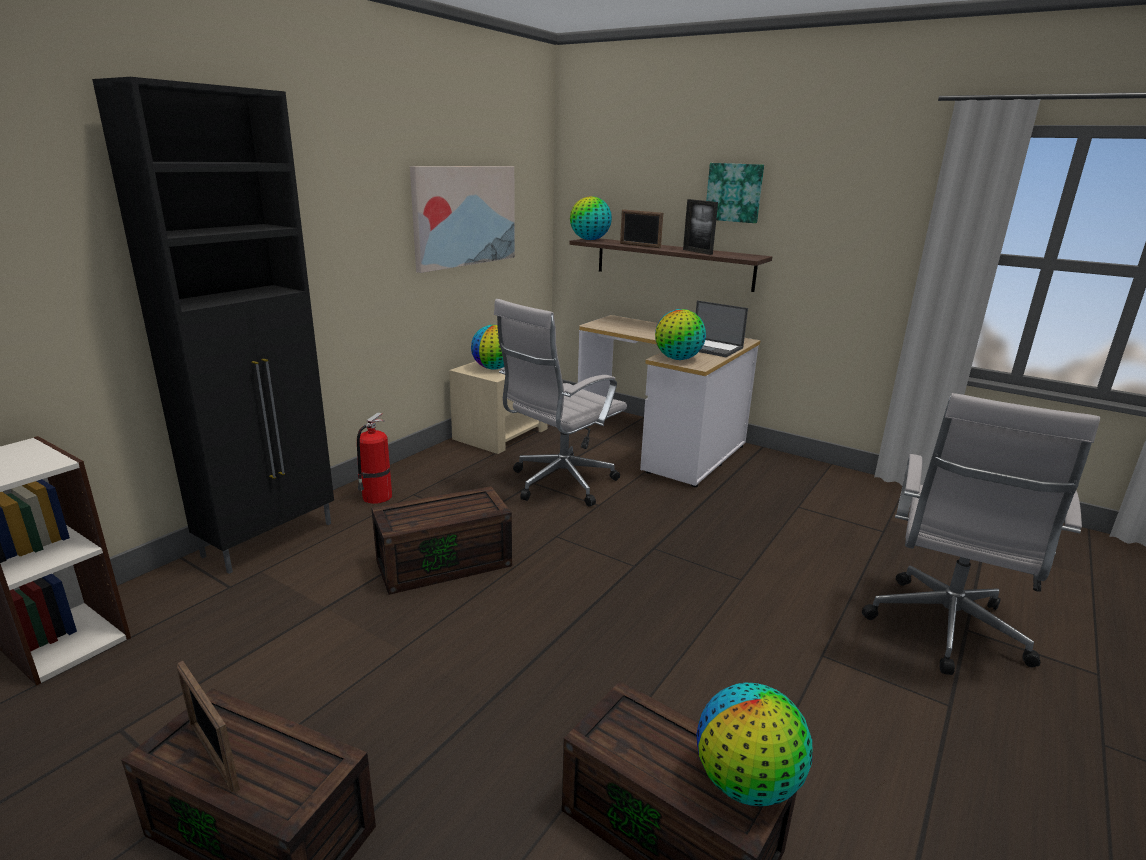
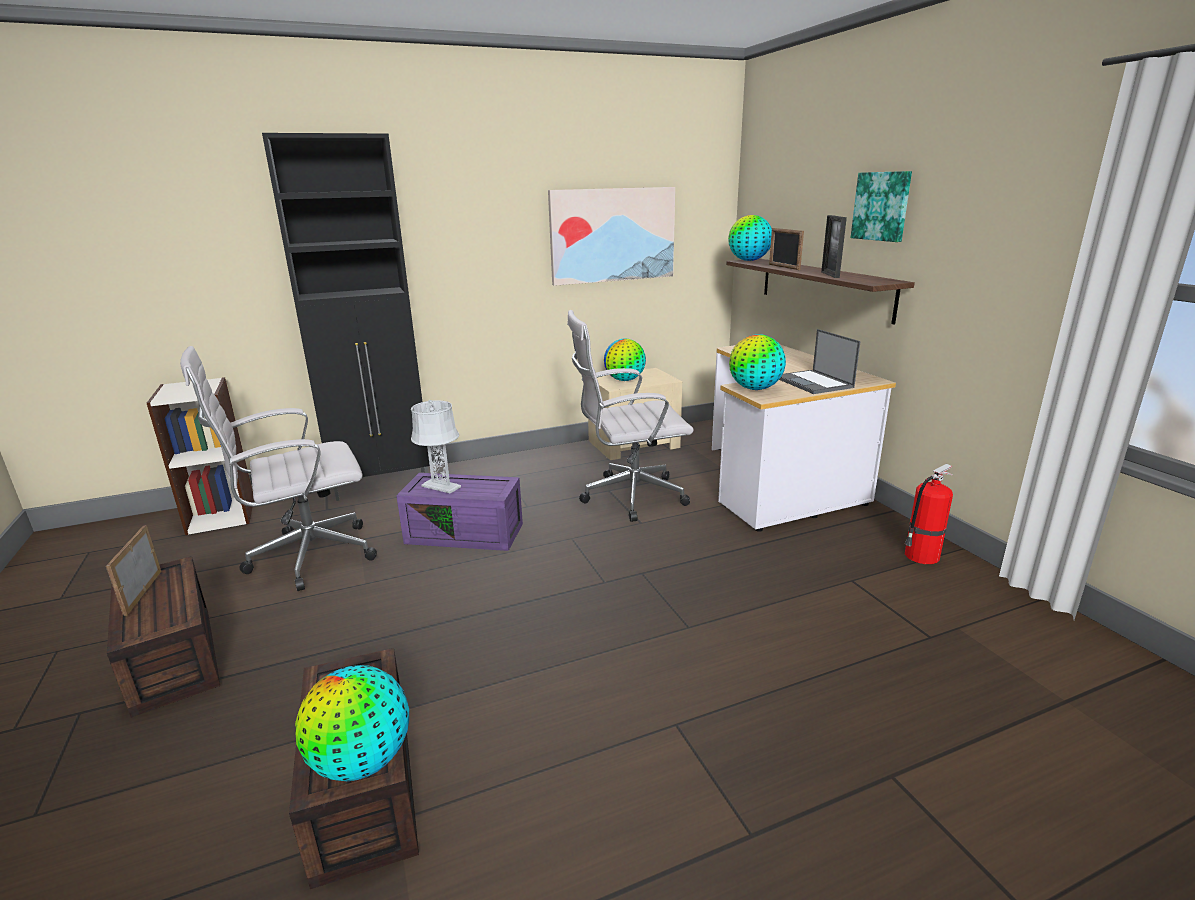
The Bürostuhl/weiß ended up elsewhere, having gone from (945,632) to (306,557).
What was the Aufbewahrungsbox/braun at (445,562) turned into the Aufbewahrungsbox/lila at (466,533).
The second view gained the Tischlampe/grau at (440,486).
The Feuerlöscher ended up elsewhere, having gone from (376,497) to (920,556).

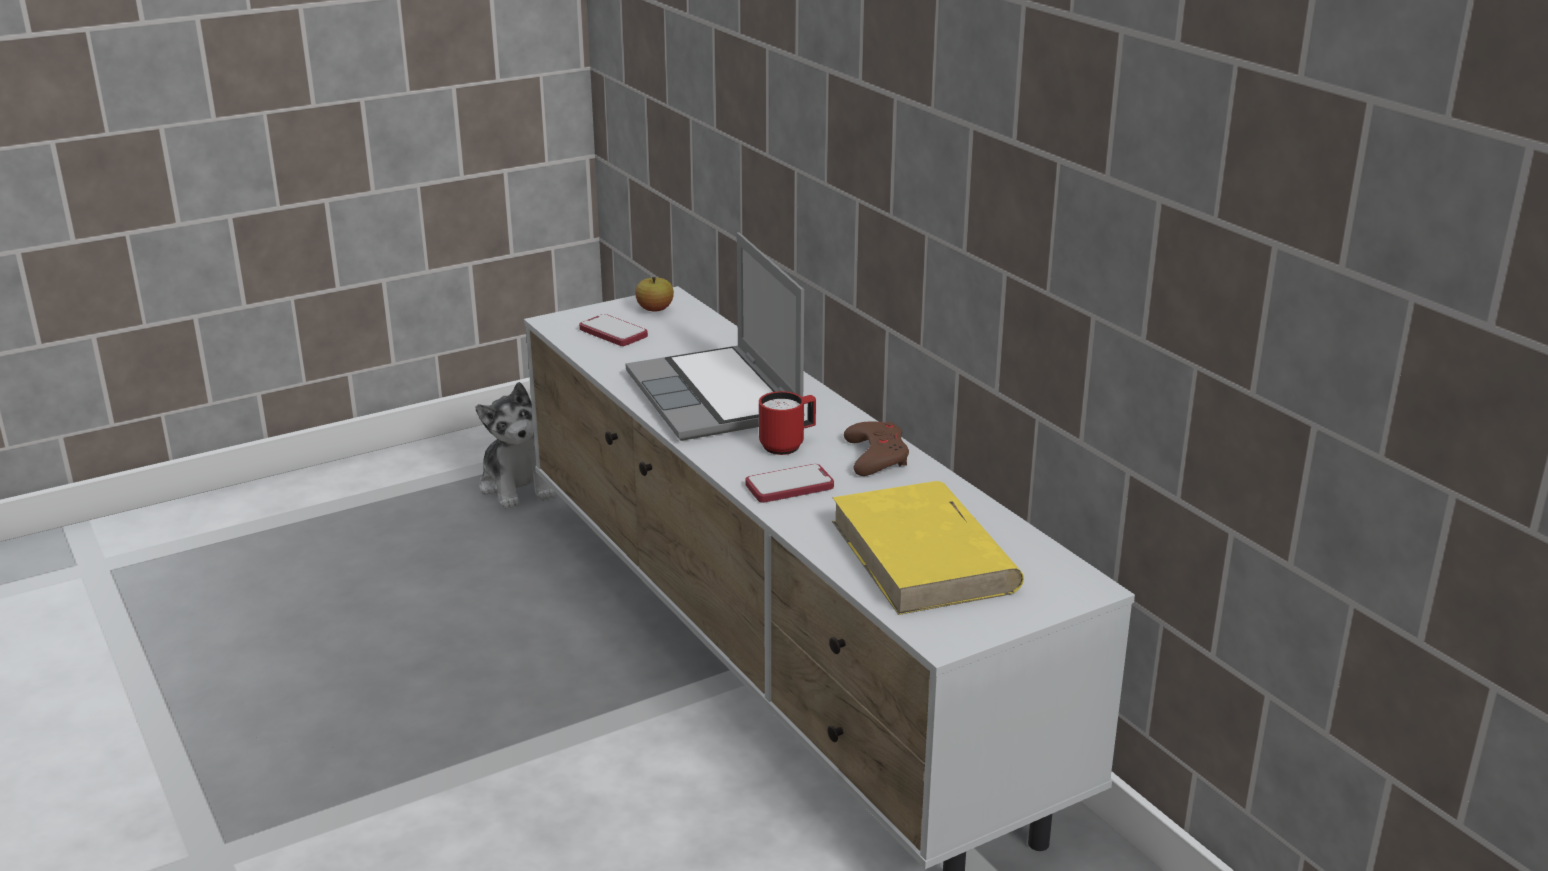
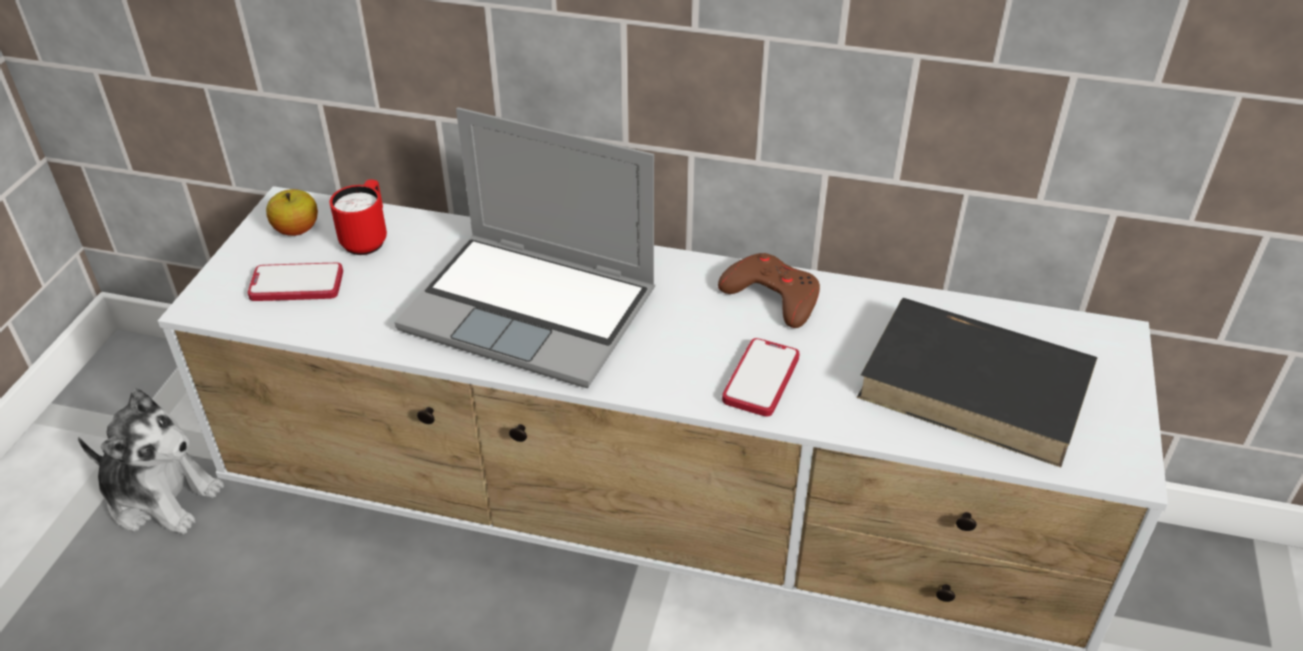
The Henkelbecher/rot ended up elsewhere, having gone from (788,445) to (367,239).
What was the Buch/gelb at (924,556) turned into the Buch/schwarz at (977,386).

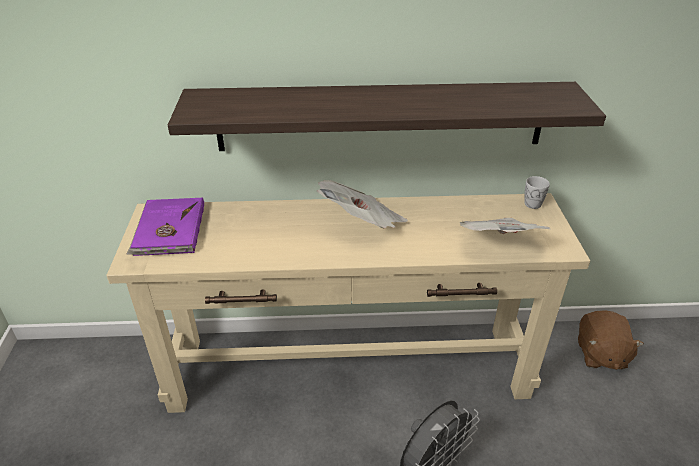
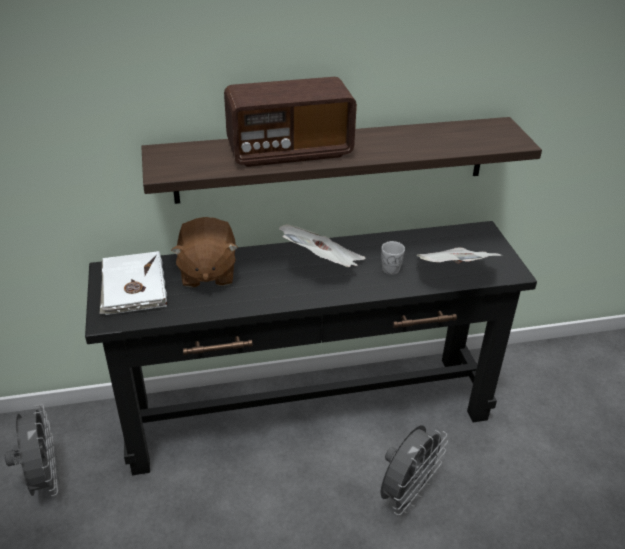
The second view gained the Ventilator/grau at (44,480).
What was the Konsolentisch/beige at (349,369) turned into the Konsolentisch/schwarz at (308,412).
What was the Buch/lila at (168,230) turned into the Buch/weiß at (132,286).
The Plüschtier/braun ended up elsewhere, having gone from (600,354) to (207,273).
The second view gained the Radio at (289,151).
The Henkelbecher/weiß ended up elsewhere, having gone from (532,202) to (390,267).

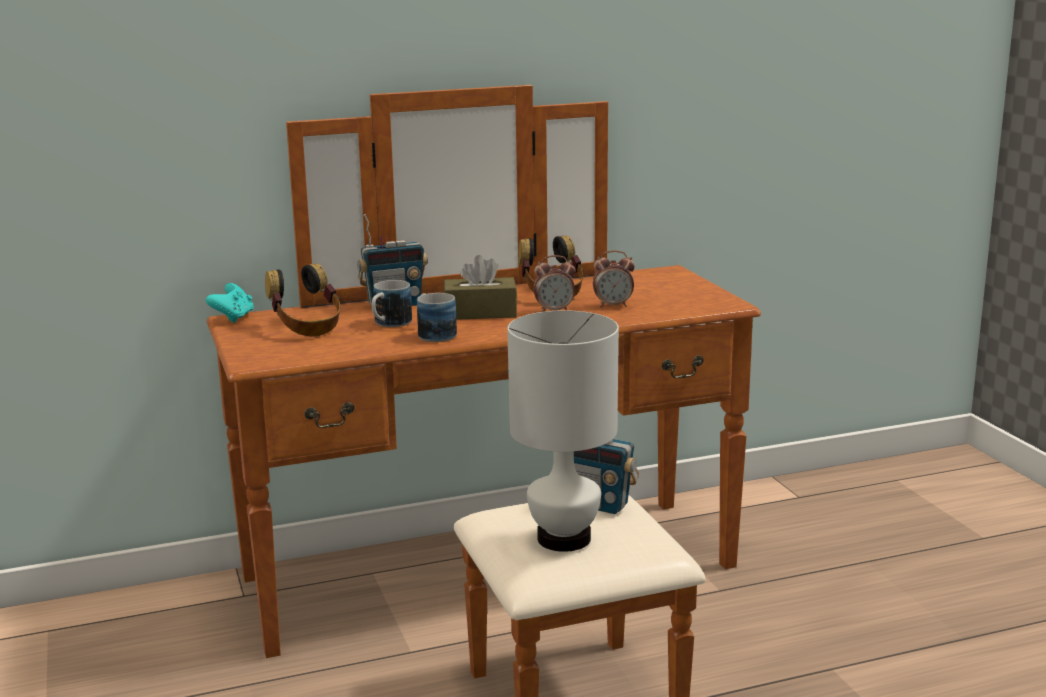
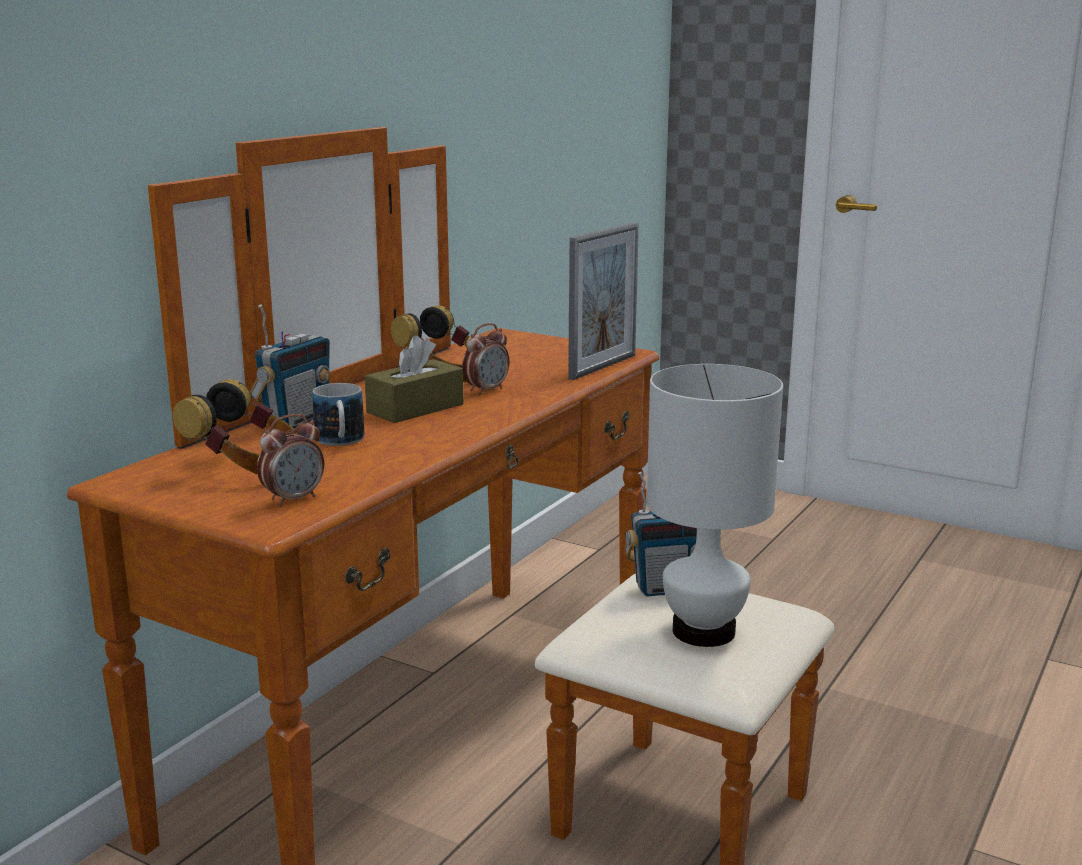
The Wecker ended up elsewhere, having gone from (613,305) to (293,499).
The second view gained the Bilderrahmen at (603,367).
The second view lost the Gamepad/türkis at (233,318).
The second view lost the Henkelbecher at (433,334).

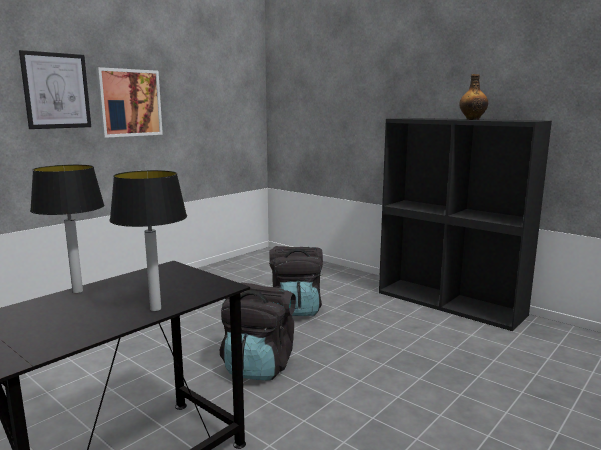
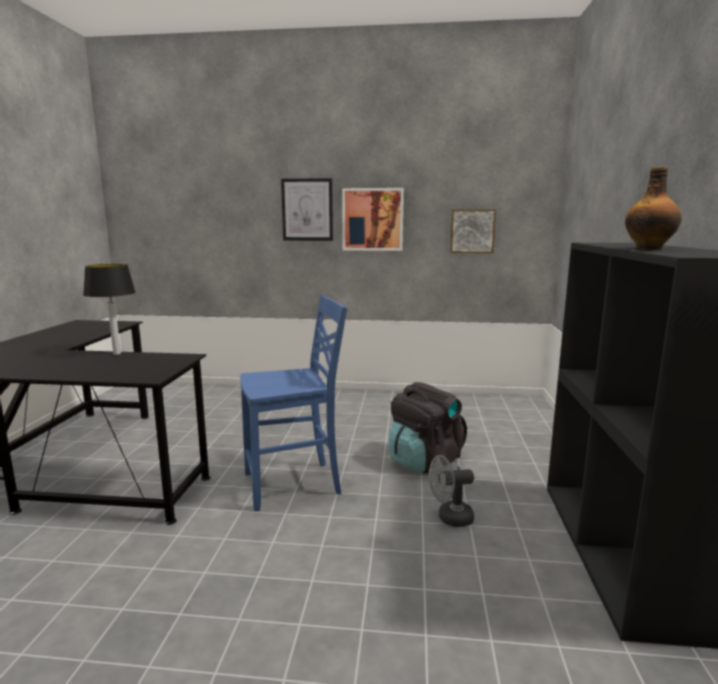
Where the Rucksack/schwarz stood at (259,366), the Stuhl/blau came to stand at (294,484).
The second view gained the Ventilator/grau at (449,518).
The second view gained the Bild at (472,231).
The second view lost the Tischlampe at (155,309).

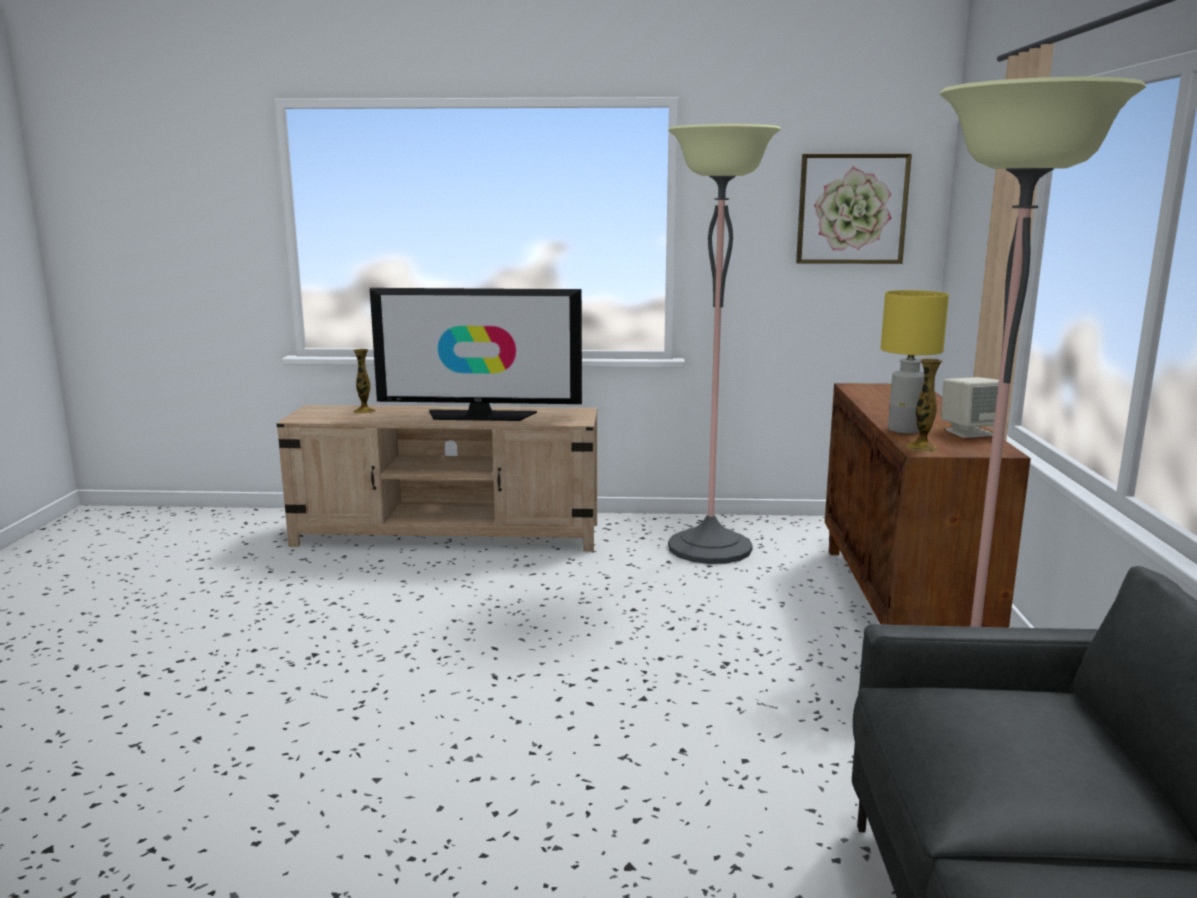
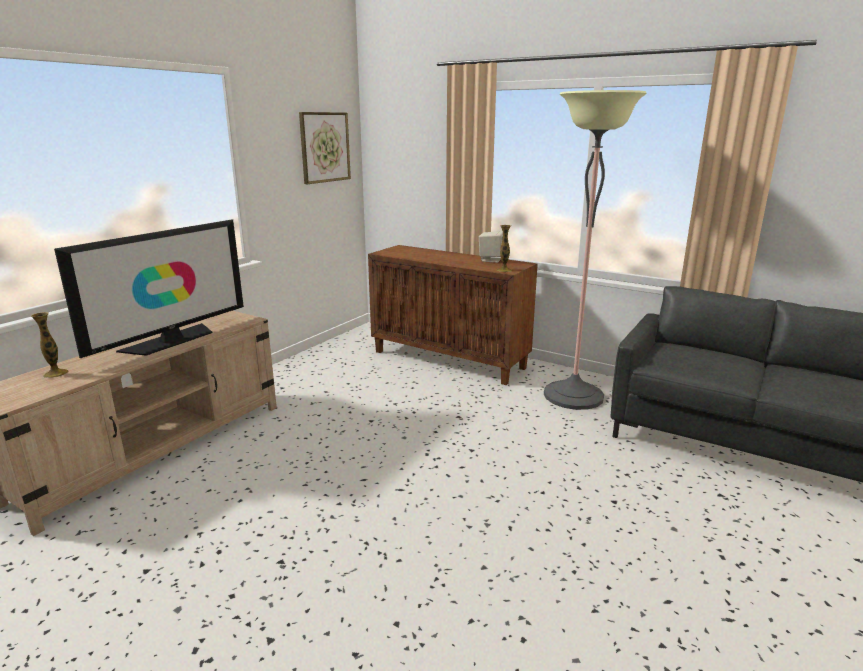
The second view lost the Stehlampe at (709,548).
The second view lost the Tischlampe/gelb at (905,430).

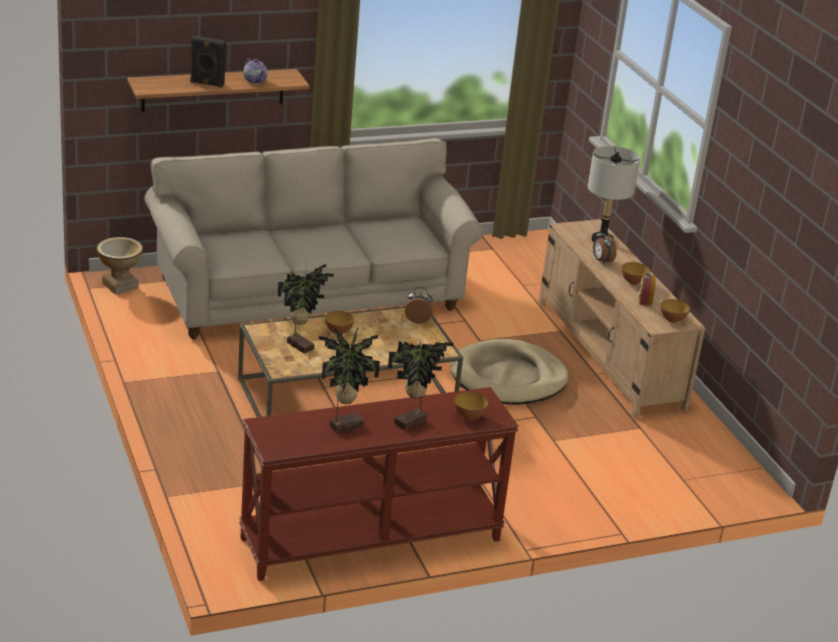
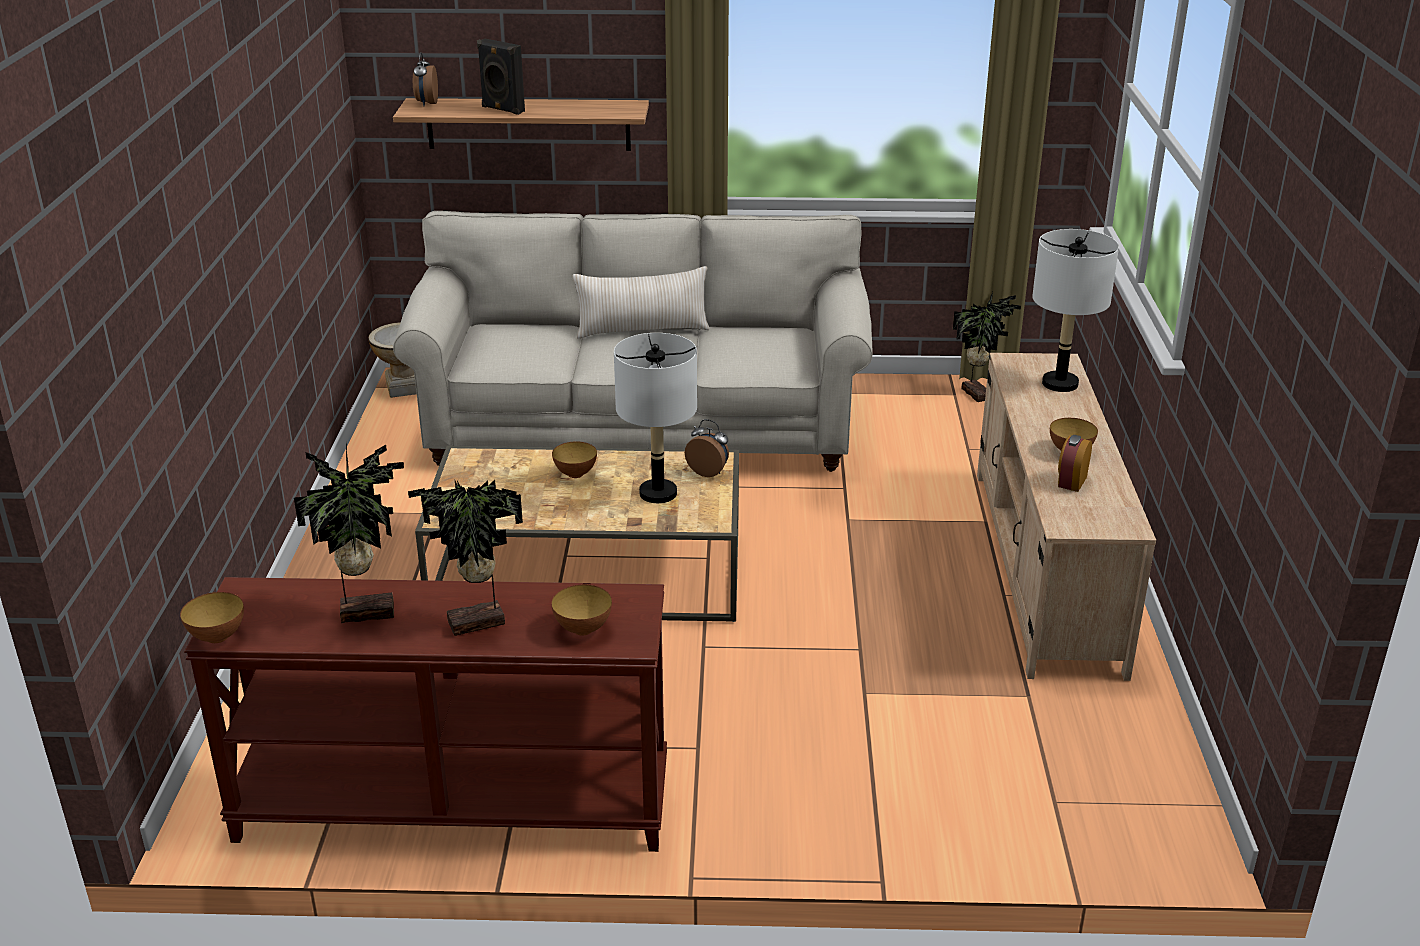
The Schüssel ended up elsewhere, having gone from (672,320) to (217,637).
The Wecker ended up elsewhere, having gone from (601,261) to (426,103).
The second view gained the Kissen/beige at (642,330).
The second view gained the Tischlampe/grau at (658,493).
The Topfpflanze ended up elsewhere, having gone from (301,345) to (977,393).
The second view lost the Teekanne at (255,80).
The second view lost the Hundebett/beige at (508,378).

